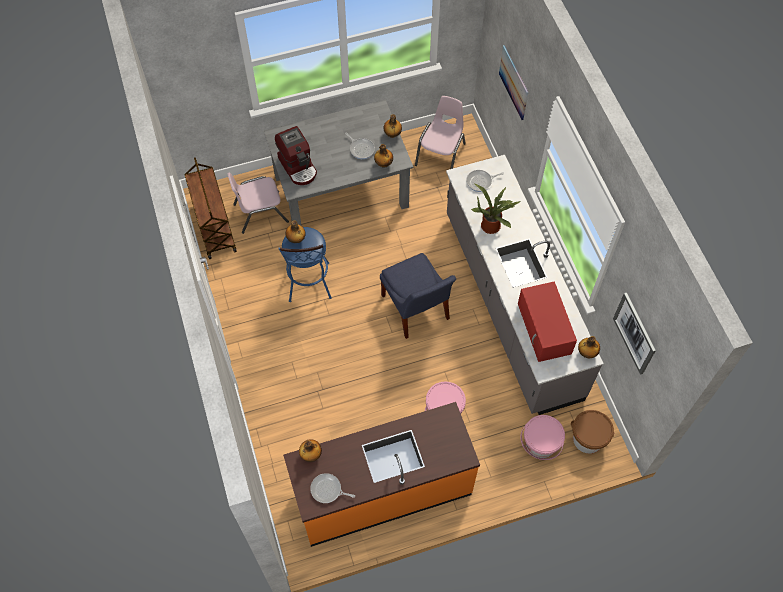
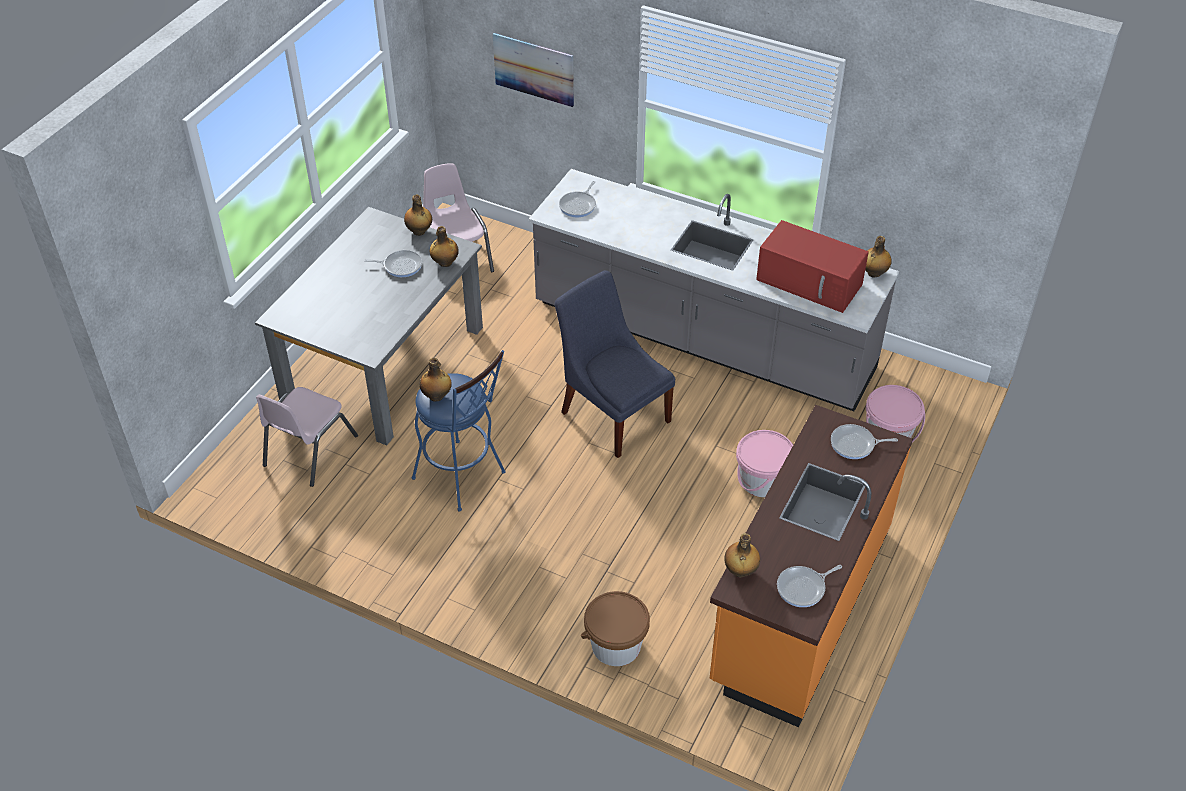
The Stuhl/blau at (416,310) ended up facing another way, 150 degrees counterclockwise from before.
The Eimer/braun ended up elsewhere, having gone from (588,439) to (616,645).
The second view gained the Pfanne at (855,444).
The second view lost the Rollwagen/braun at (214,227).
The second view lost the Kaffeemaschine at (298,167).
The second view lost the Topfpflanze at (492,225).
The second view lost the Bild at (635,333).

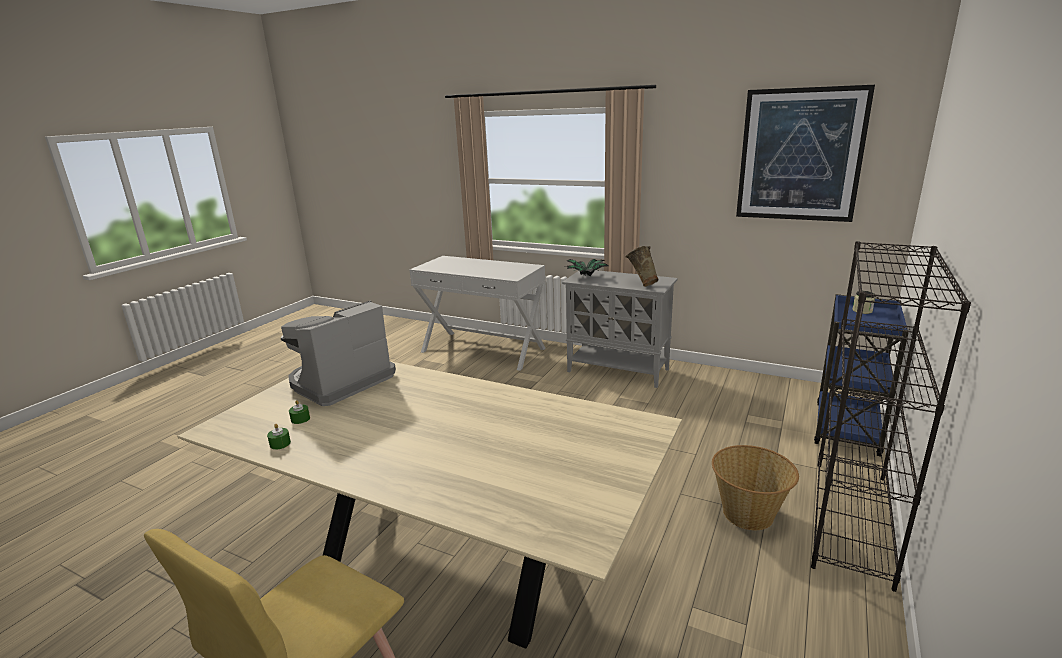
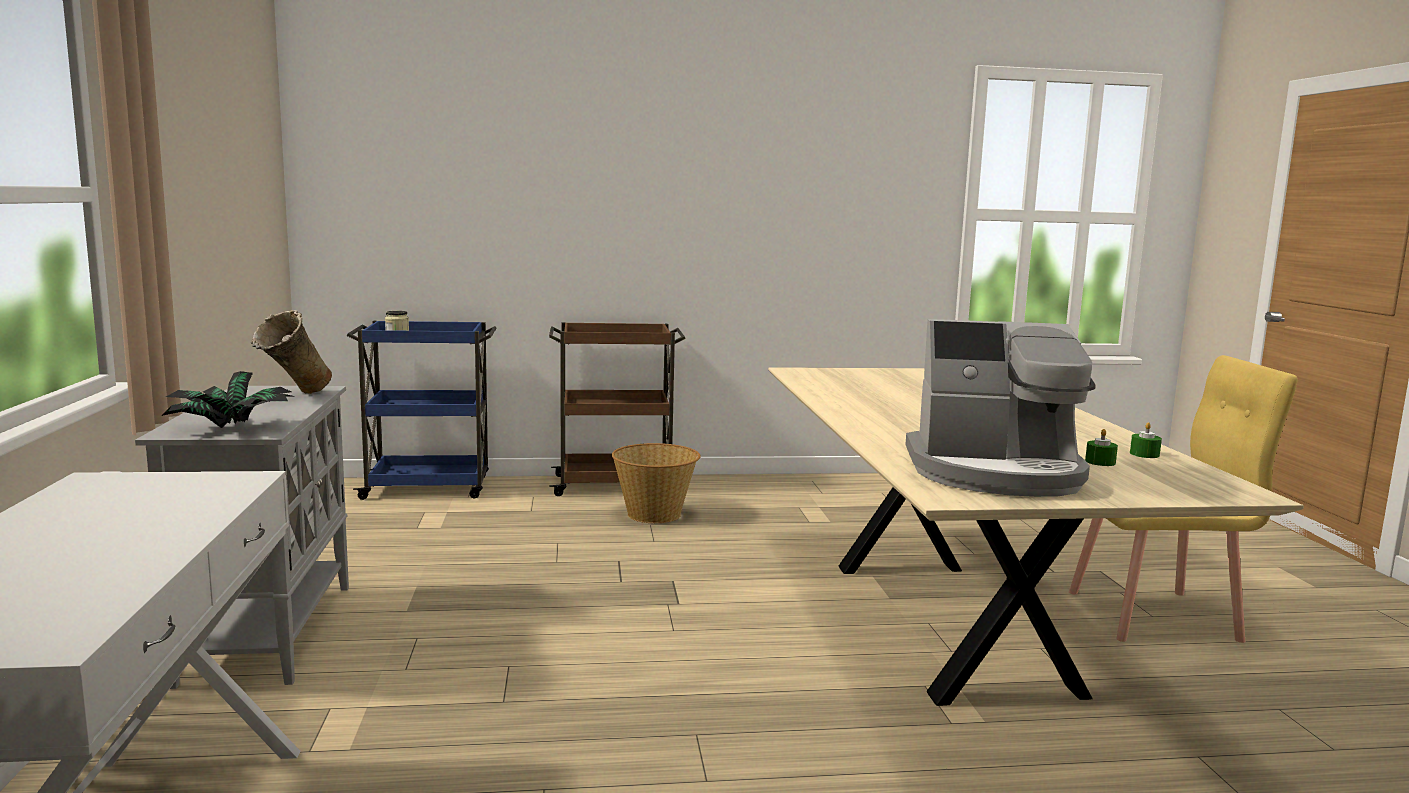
Where the Bücherregal/schwarz stood at (852,520), the Rollwagen/braun came to stand at (615,485).
The second view lost the Bild at (800,155).

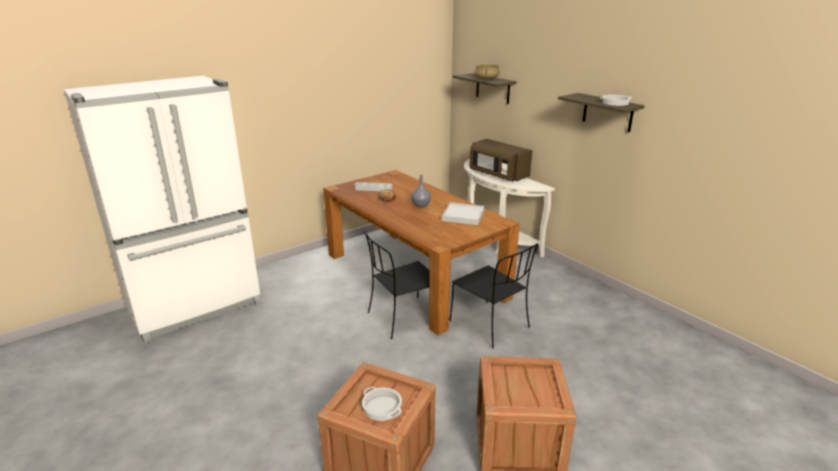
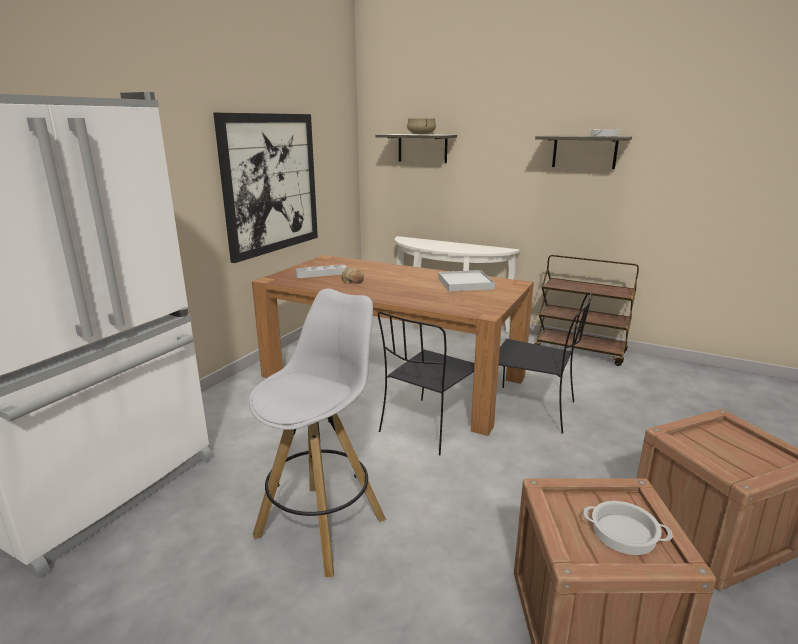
The second view gained the Bild at (271,184).
The second view gained the Hocker/weiß at (322,526).
The second view gained the Rollwagen/braun at (580,351).
The second view lost the Vase/grau at (420,205).
The second view lost the Mikrowelle/braun at (497,174).

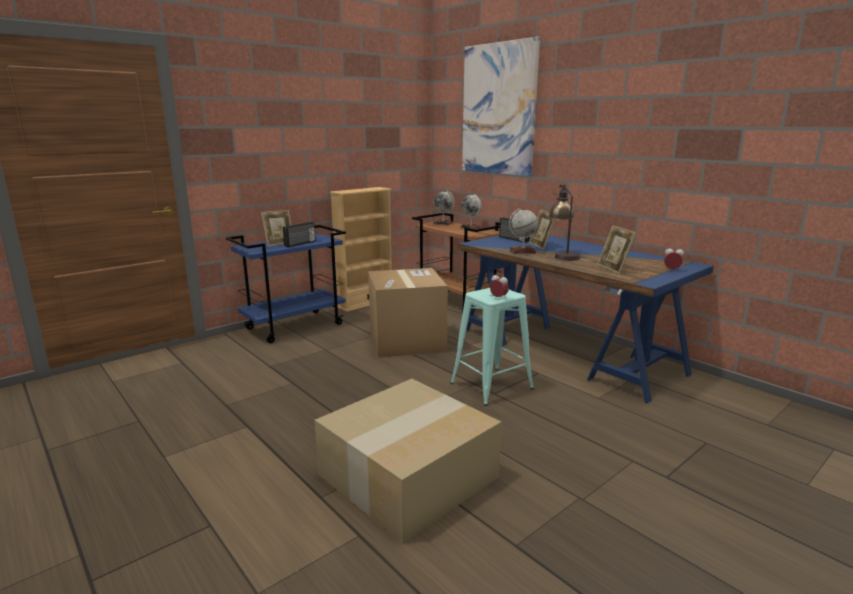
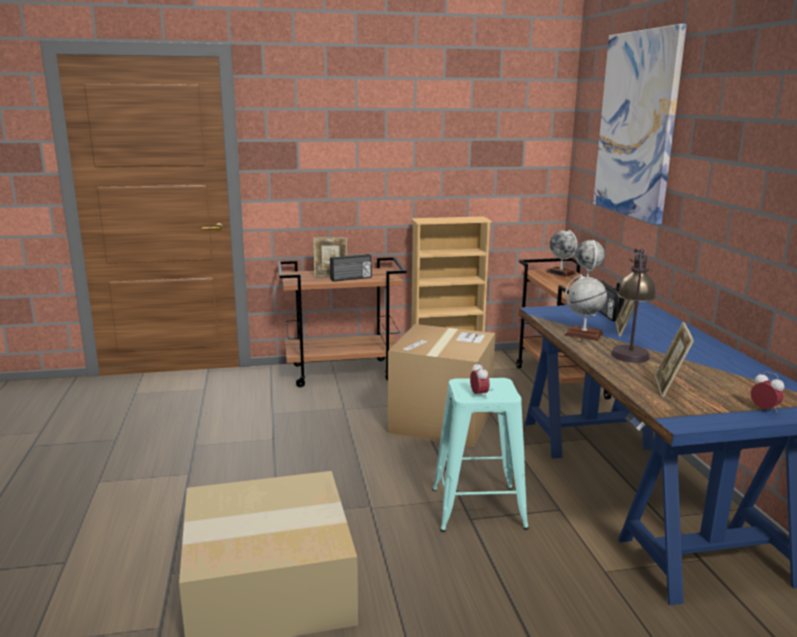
What was the Rollwagen/blau at (295,326) turned into the Rollwagen/braun at (343,372).

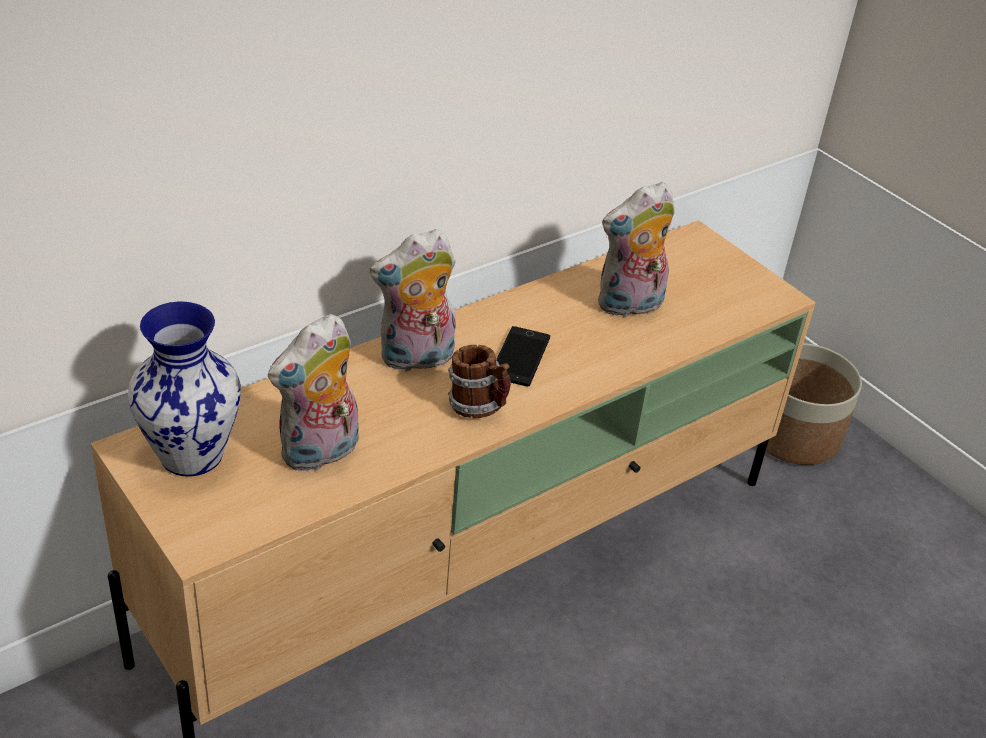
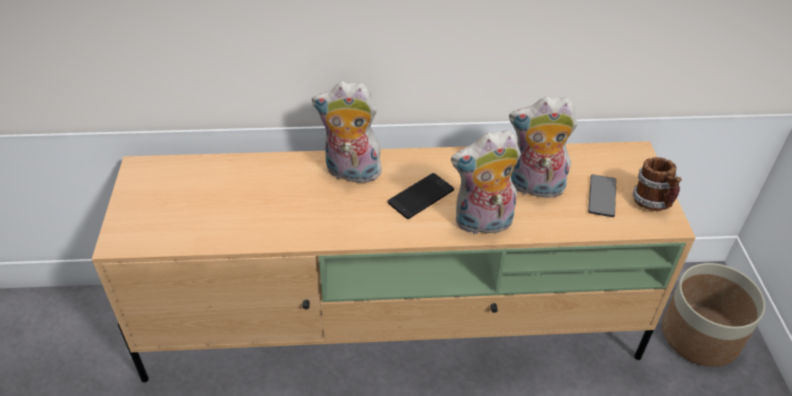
The Plüschtier ended up elsewhere, having gone from (320,453) to (482,224).
The second view gained the Handy at (602,196).
The Henkelbecher ended up elsewhere, having gone from (478,407) to (653,203).
The second view lost the Vase at (190,454).

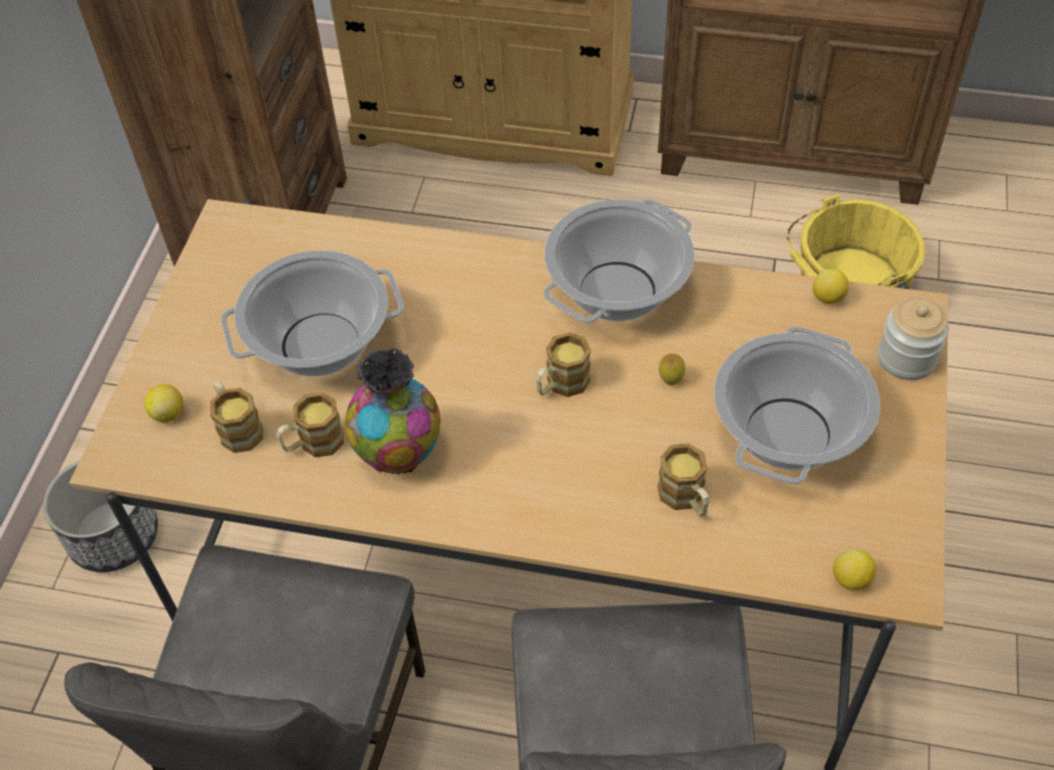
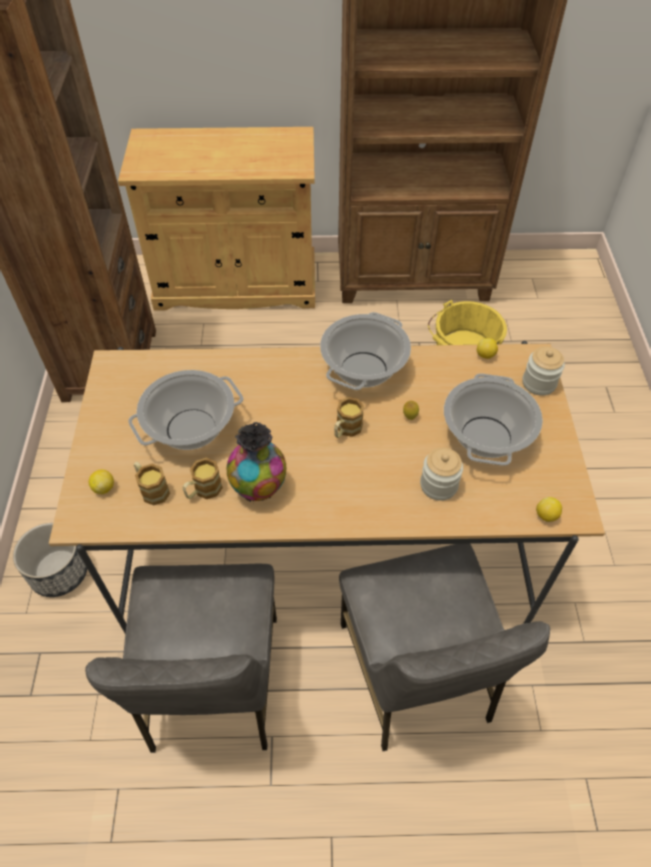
Where the Henkelbecher stood at (685,498), the Vorratsglas came to stand at (438,485).

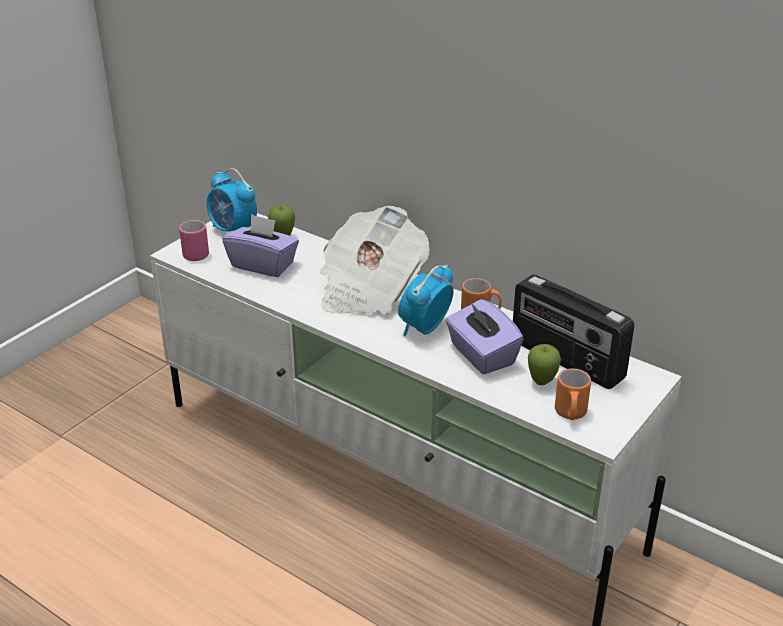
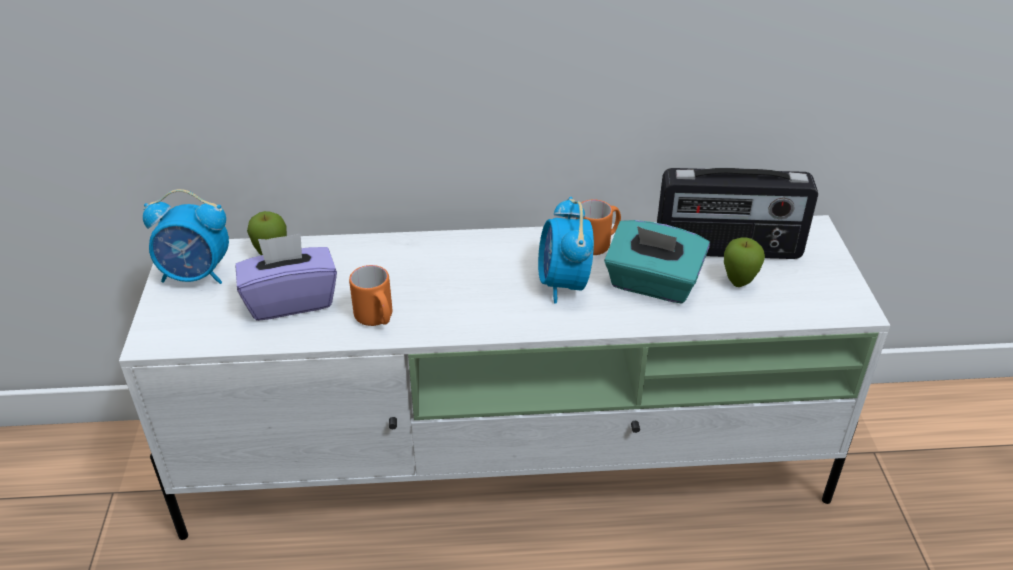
The Henkelbecher/orange ended up elsewhere, having gone from (570,415) to (377,319).
What was the Taschentuchbox/lila at (481,355) turned into the Taschentuchbox/türkis at (652,284).
The second view lost the Henkelbecher/rosa at (197,253).
The second view lost the Zeitung at (369,288).

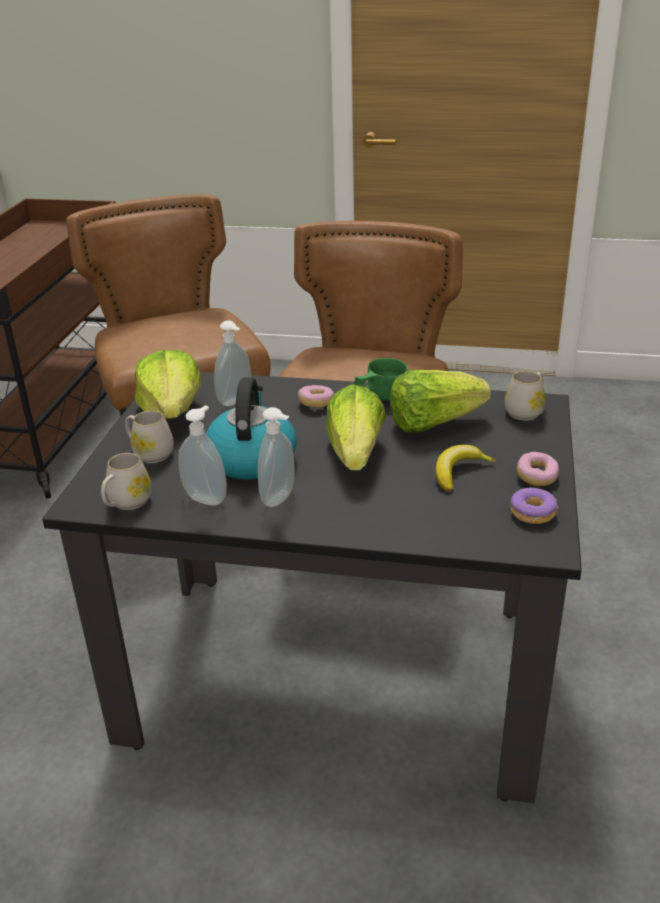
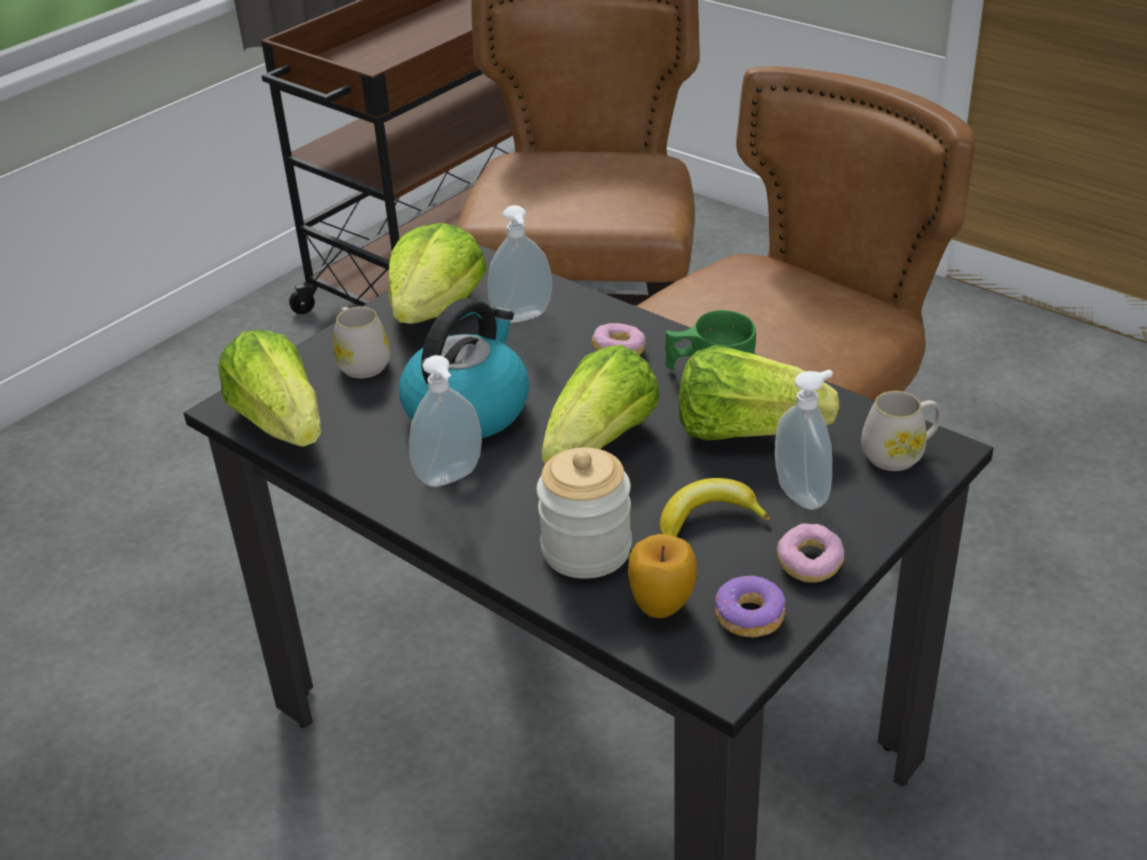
Where the Henkelbecher/weiß stood at (126,503), the Salatkopf came to stand at (281,423).
The second view gained the Vorratsglas at (586,550).
The second view gained the Apfel at (662,607).
The Seifenspender ended up elsewhere, having gone from (207,498) to (803,494).

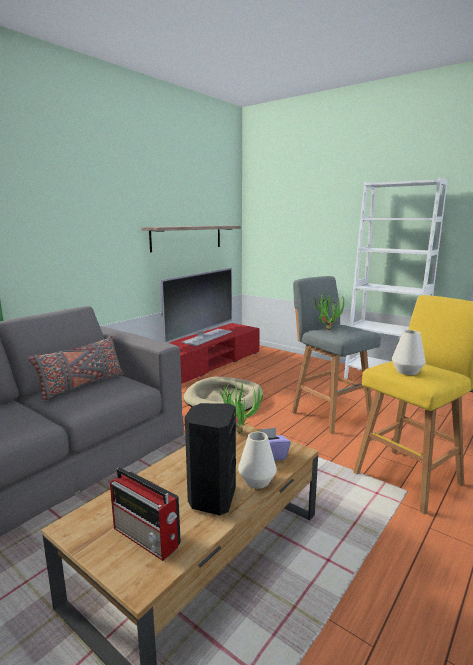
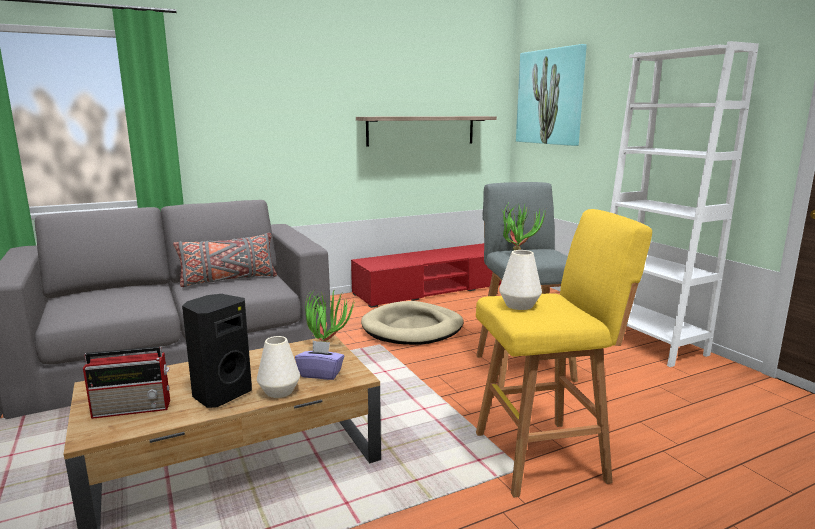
The Radio at (147,537) ended up facing another way, 75 degrees counterclockwise from before.
The second view gained the Bild at (550,97).
The second view lost the Fernseher at (206,337).

